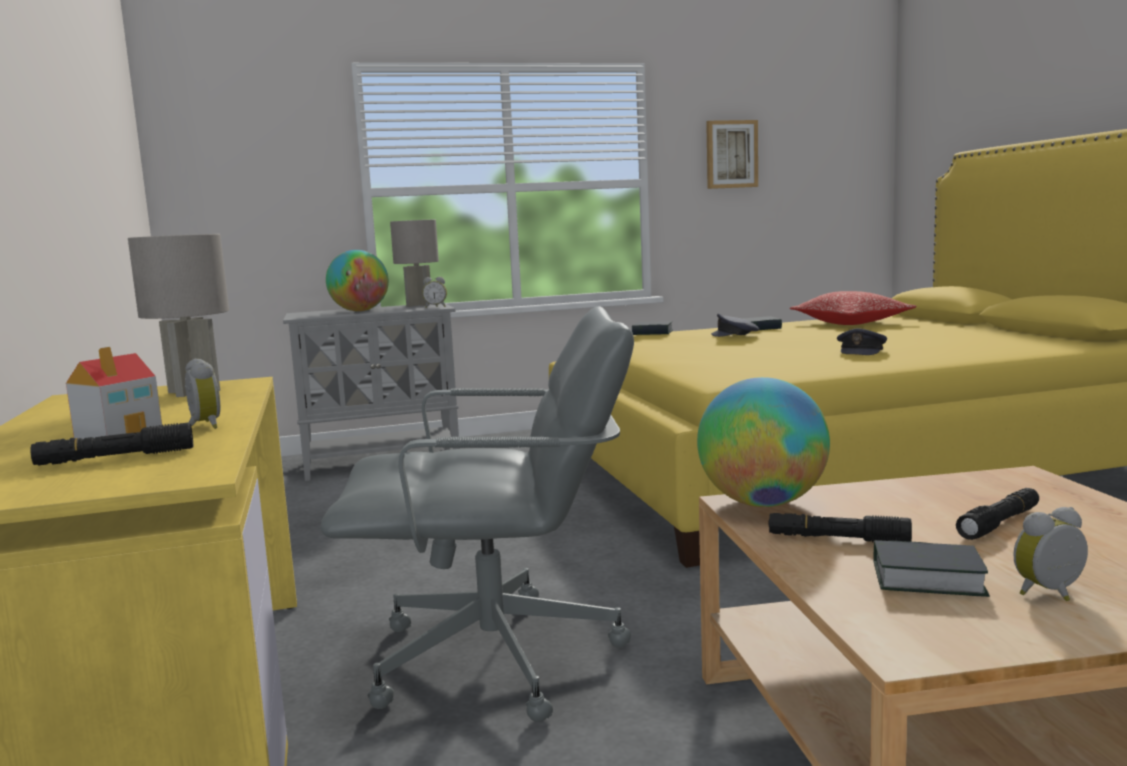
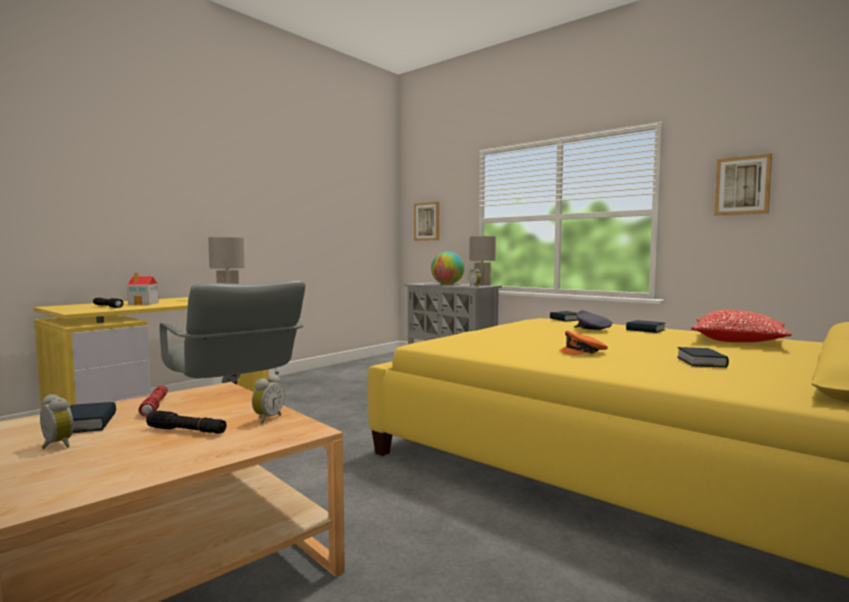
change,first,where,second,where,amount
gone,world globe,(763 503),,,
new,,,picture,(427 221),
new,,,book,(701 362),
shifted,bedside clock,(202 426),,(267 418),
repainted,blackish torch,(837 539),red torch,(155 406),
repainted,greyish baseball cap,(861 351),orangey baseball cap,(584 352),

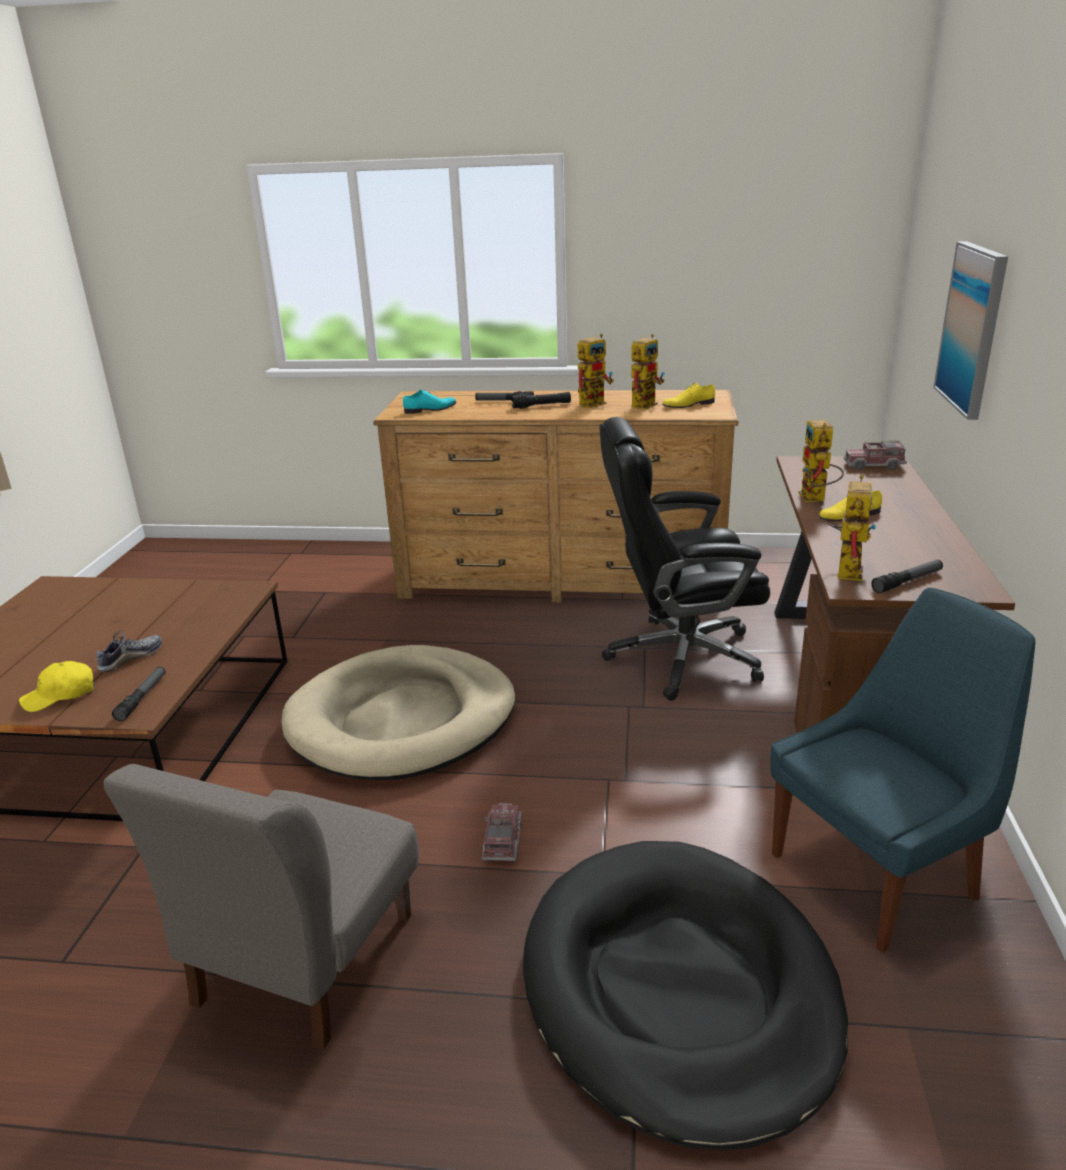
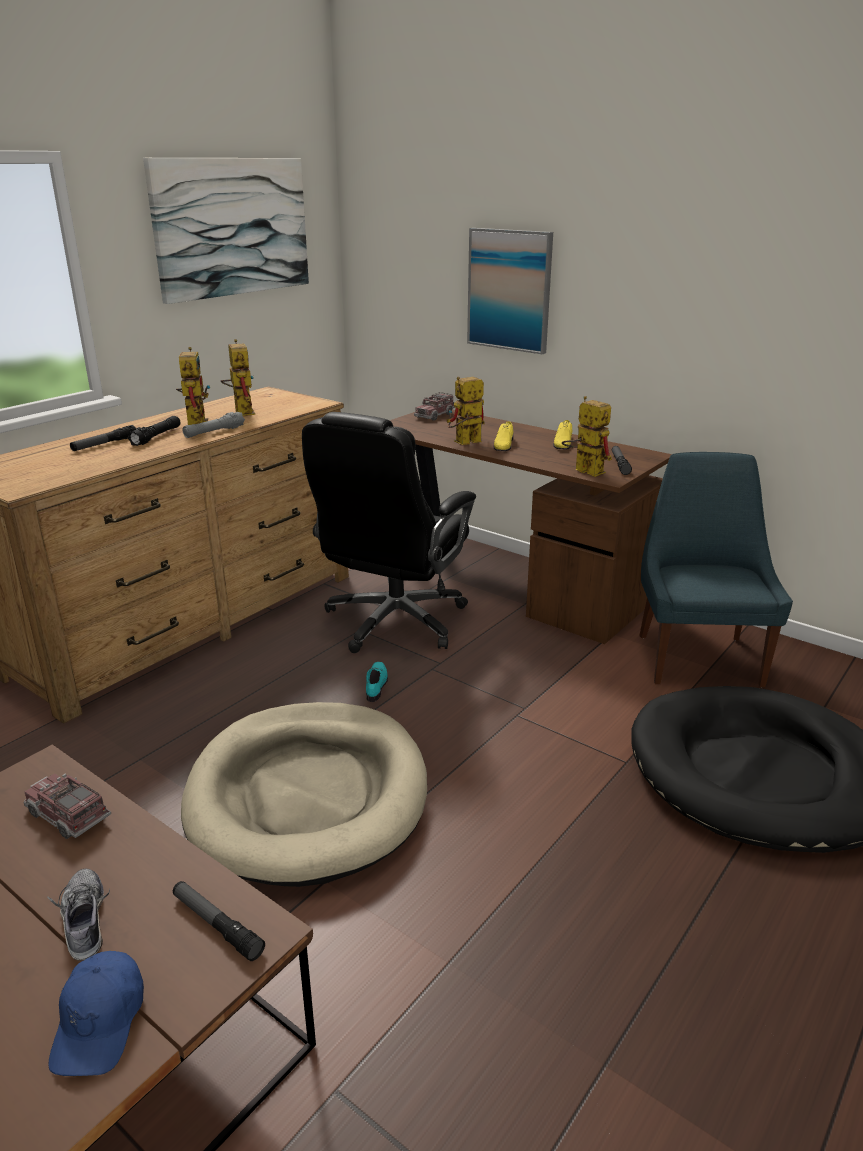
change,first,where,second,where,amount
gone,greyish upright chair,(303 959),,,
new,,,picture,(232 227),
new,,,greyish torch,(214 432),
shifted,blue-green shoe,(430 409),,(376 684),
shifted,toy truck,(502 841),,(68 815),
shifted,yellow-coloured shoe,(688 404),,(562 443),
repainted,yellow-coloured baseball cap,(60 695),blue baseball cap,(100 1022),
rotated,toy robot,(816 499),,(464 443),120 degrees clockwise

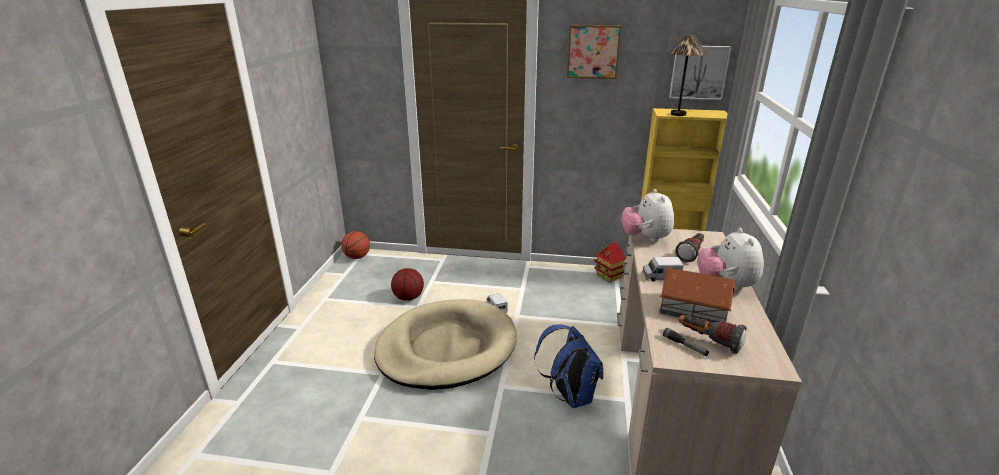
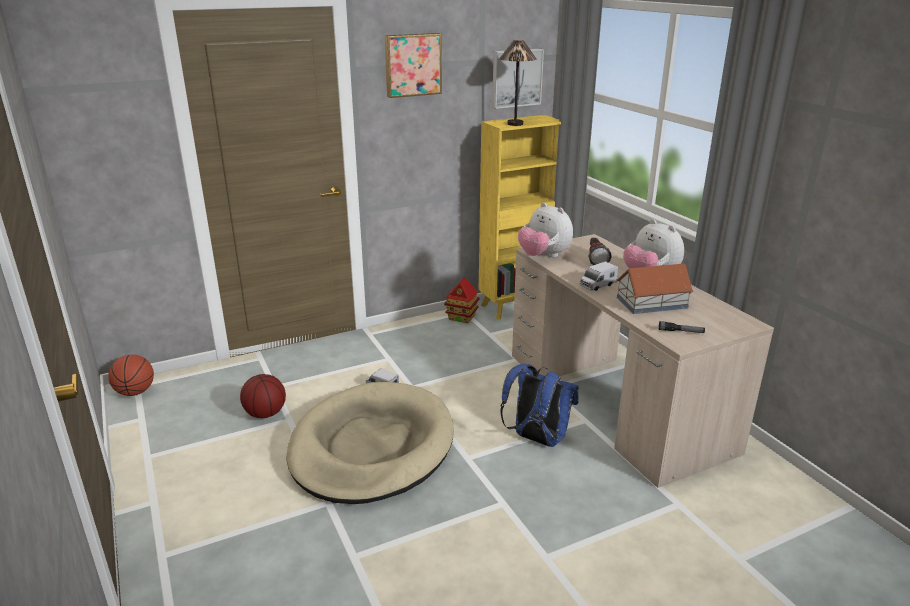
change,first,where,second,where,amount
gone,torch,(708 341),,,

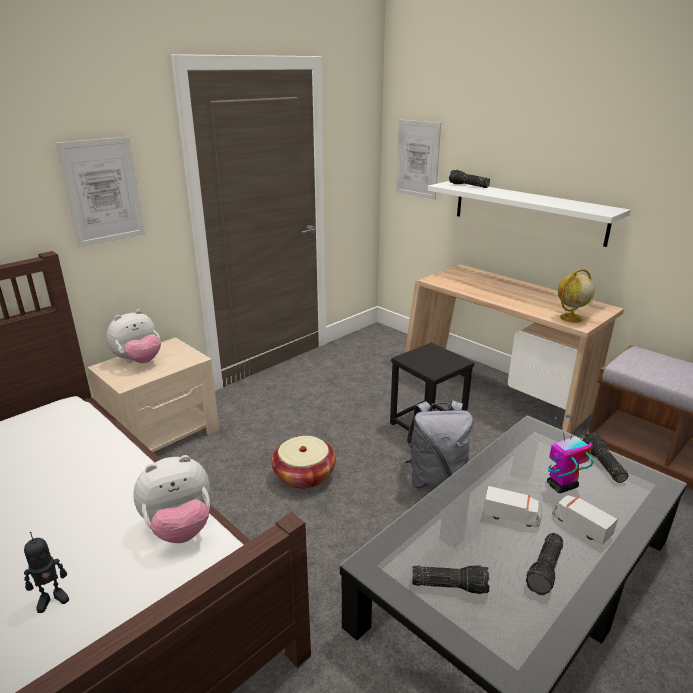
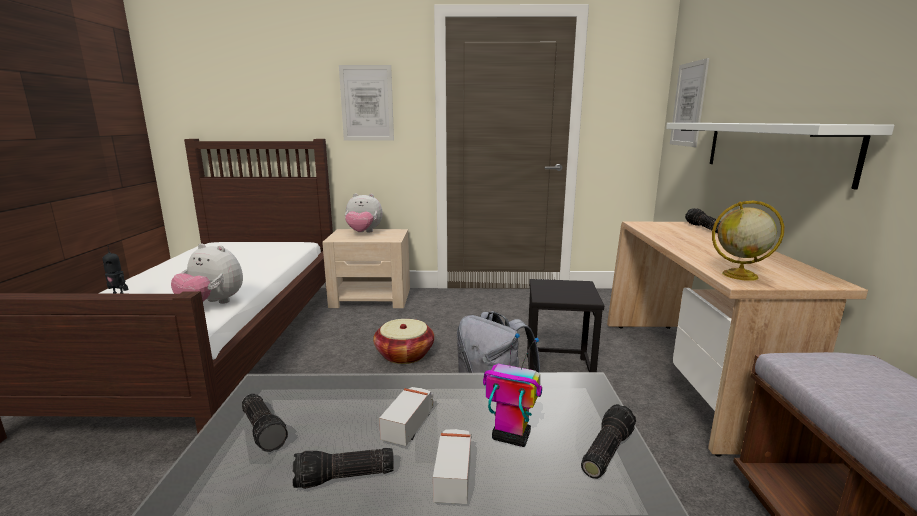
change,first,where,second,where,amount
shifted,torch,(468 185),,(704 228),
rotated,toy truck,(511 516),,(409 425),135 degrees counterclockwise

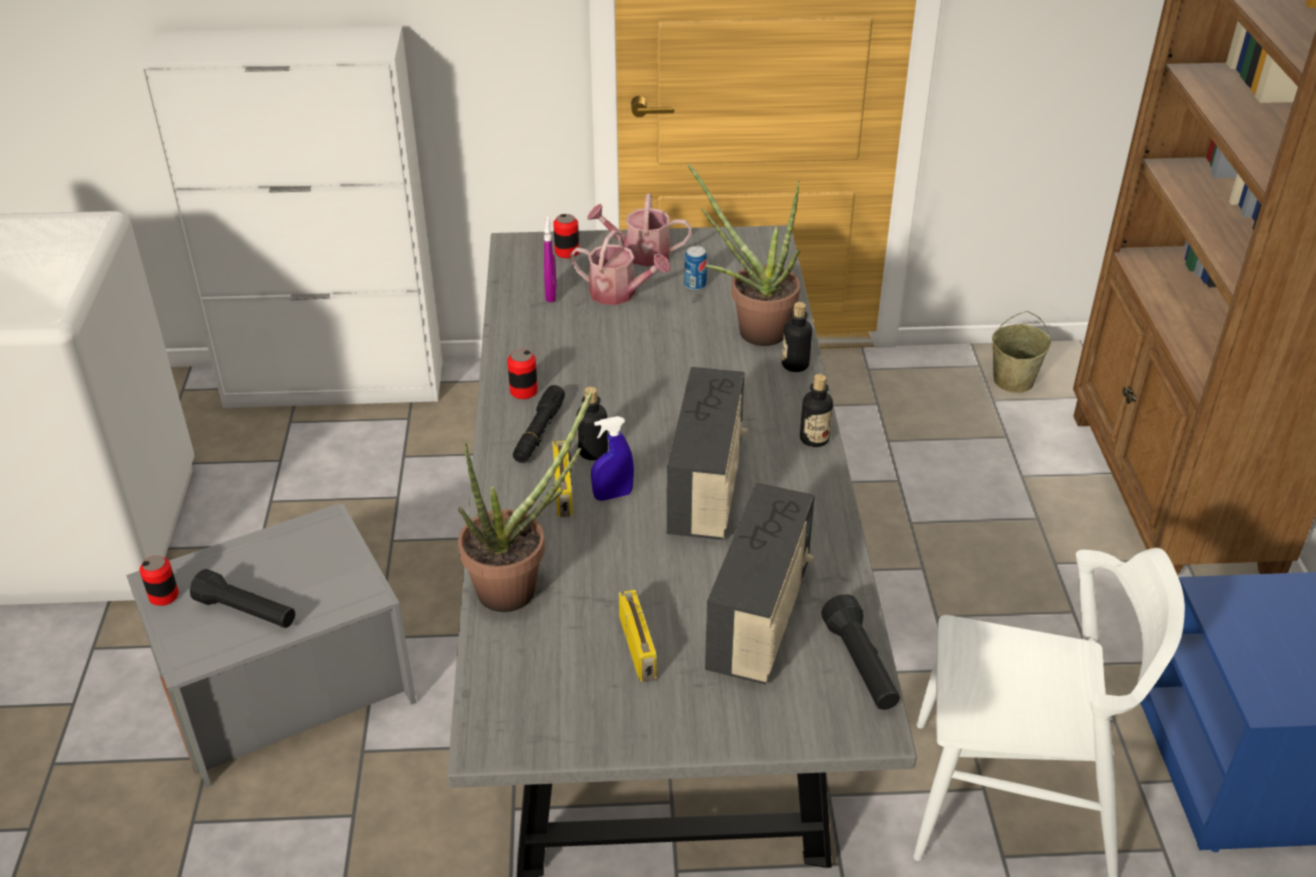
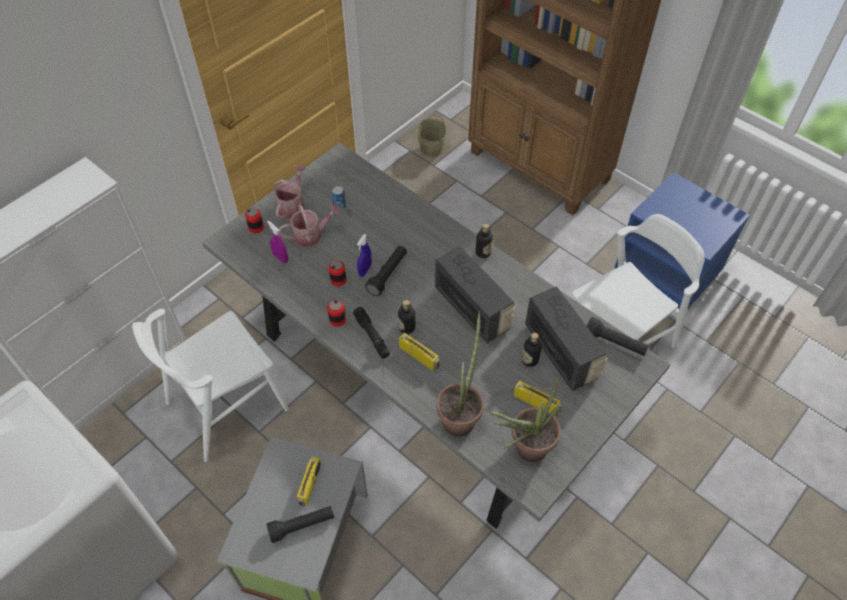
change,first,where,second,where,amount
new,,,whitish upright chair,(226 406),
new,,,radio receiver,(310 485),
new,,,blackish torch,(388 274),
shifted,can,(164 596),,(338 280),
shifted,blue sprayer,(613 495),,(365 270),
shifted,houseplant,(752 330),,(524 450),
shifted,drink bottle,(795 365),,(529 360),
rotated,watering can,(640 254),,(292 205),150 degrees clockwise

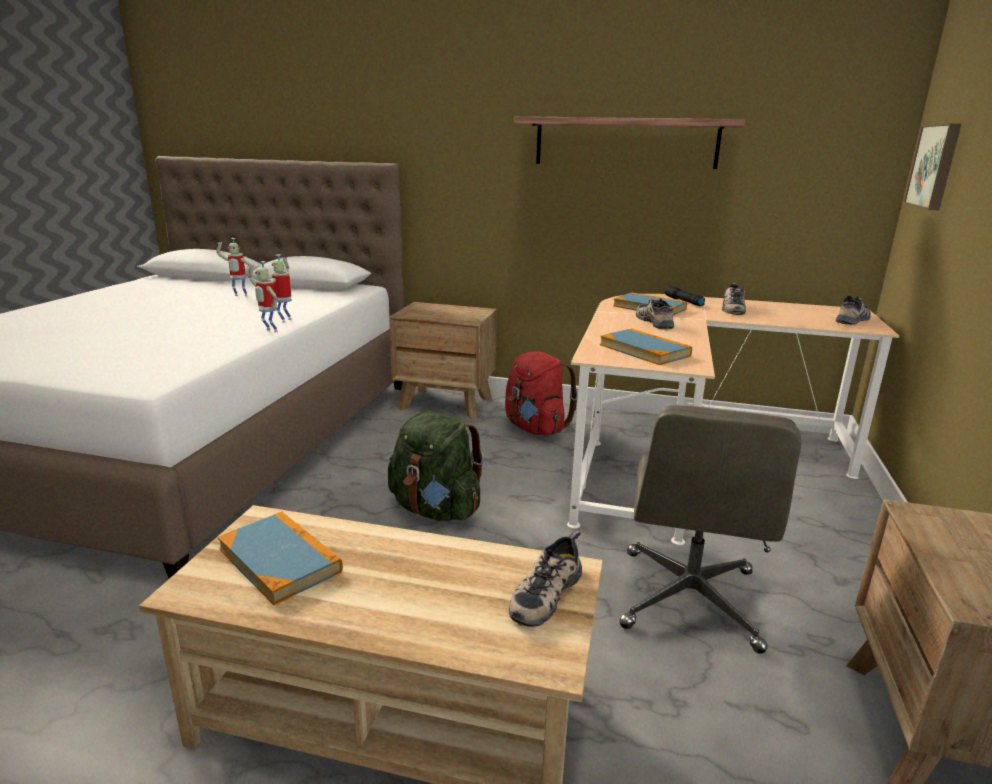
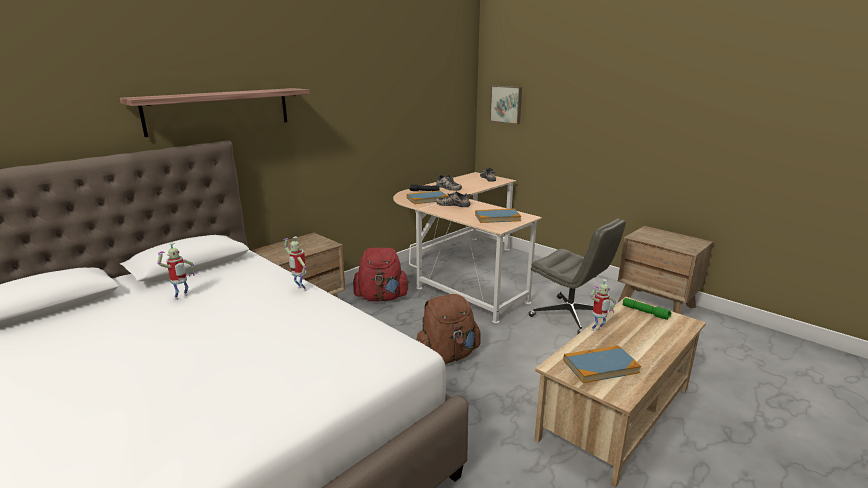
change,first,where,second,where,amount
shifted,toy robot,(269 331),,(597 330),
shifted,wall shelf,(625 142),,(219 110),
swapped,shoe,(544 592),green torch,(646 312),
repainted,green backpack,(436 510),brown backpack,(447 356),

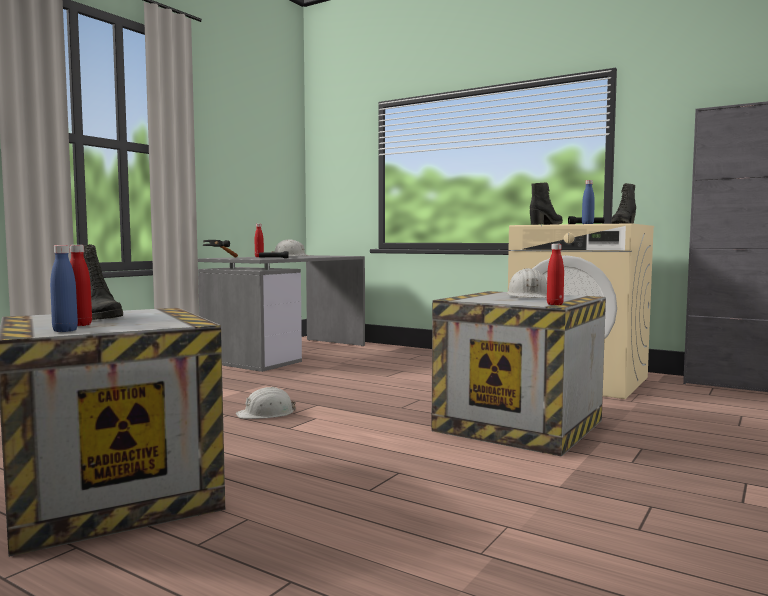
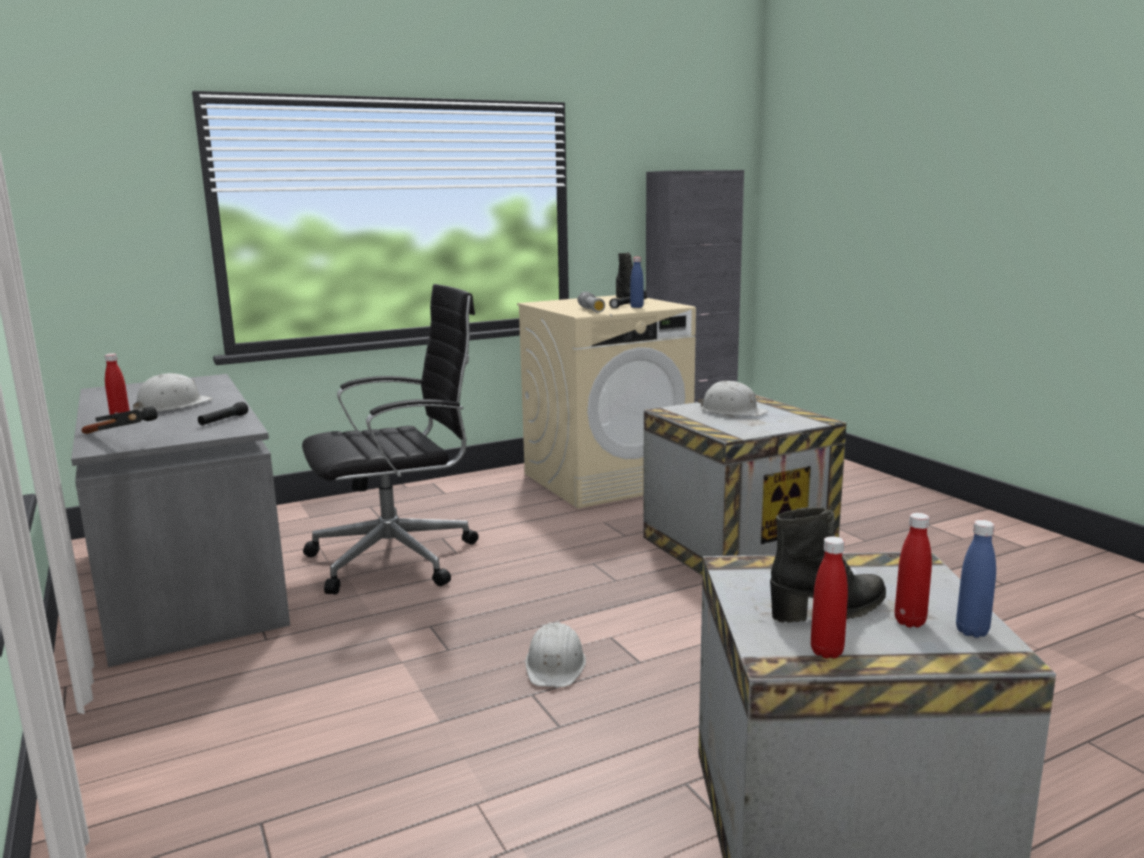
change,first,where,second,where,amount
new,,,blackish computer chair,(398 558),
shifted,red drink bottle,(554 304),,(826 652),
swapped,blackish high-top boot,(547 224),greyish torch,(591 310),

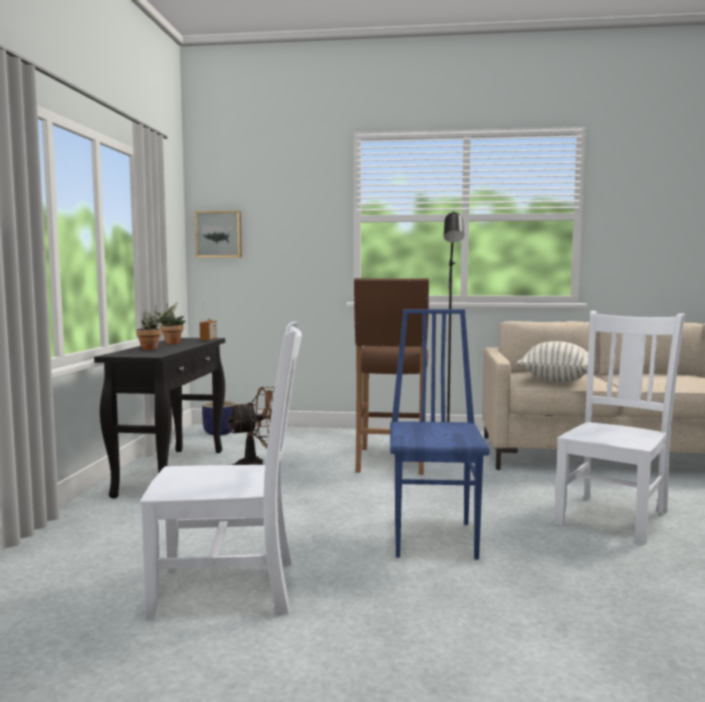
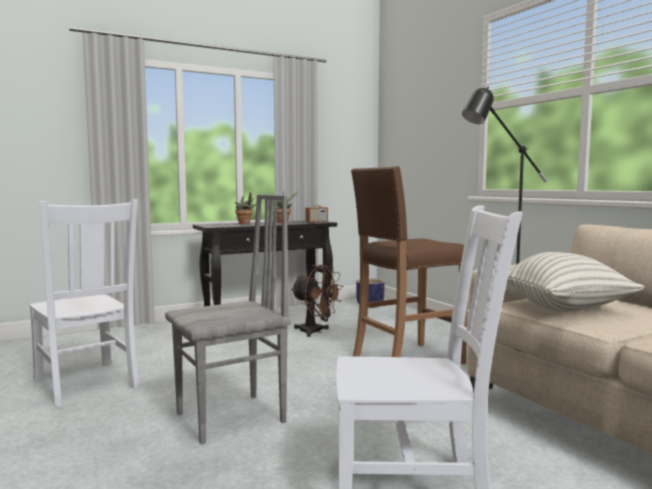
change,first,where,second,where,amount
gone,picture,(219 234),,,
repainted,blue upright chair,(436 538),greyish upright chair,(232 418),

